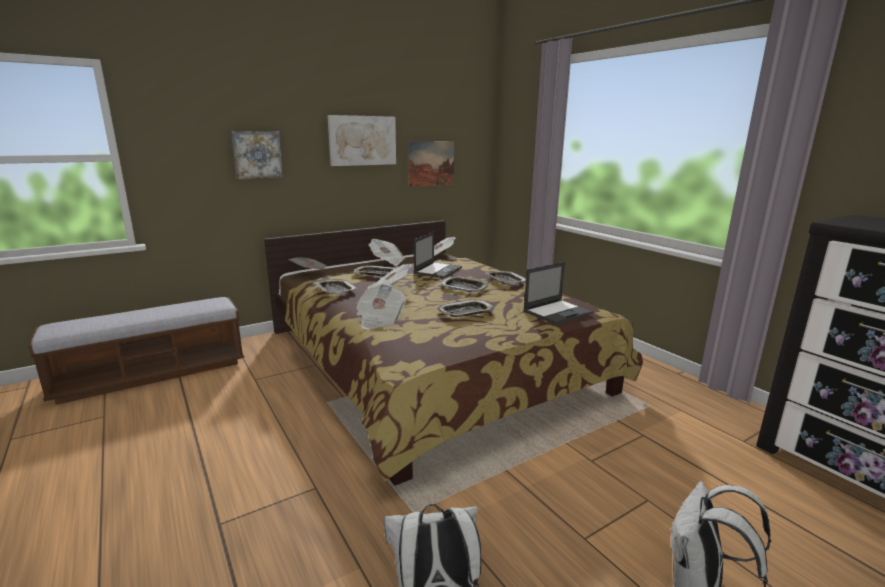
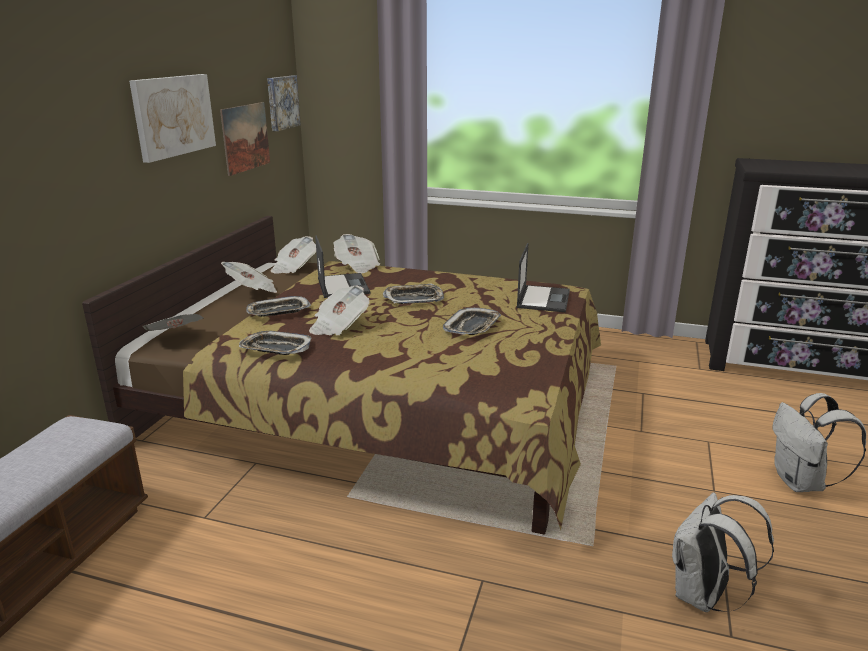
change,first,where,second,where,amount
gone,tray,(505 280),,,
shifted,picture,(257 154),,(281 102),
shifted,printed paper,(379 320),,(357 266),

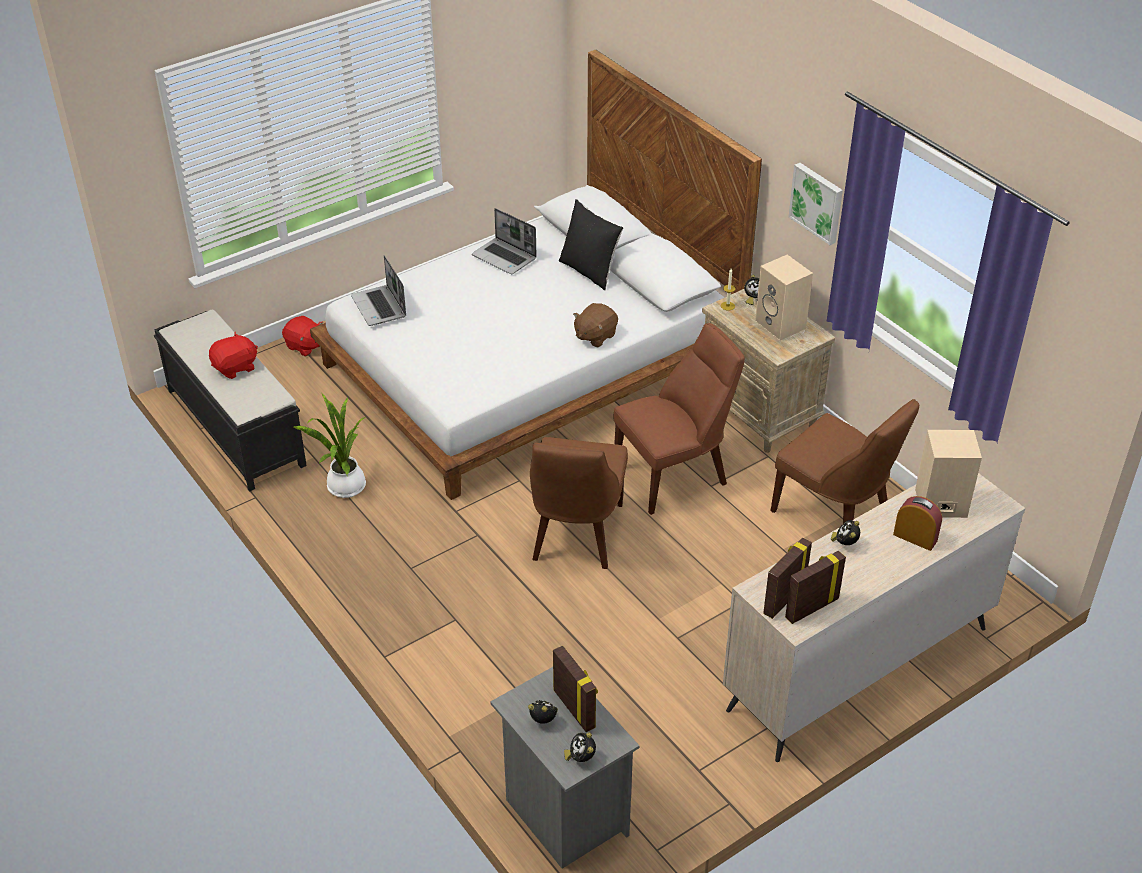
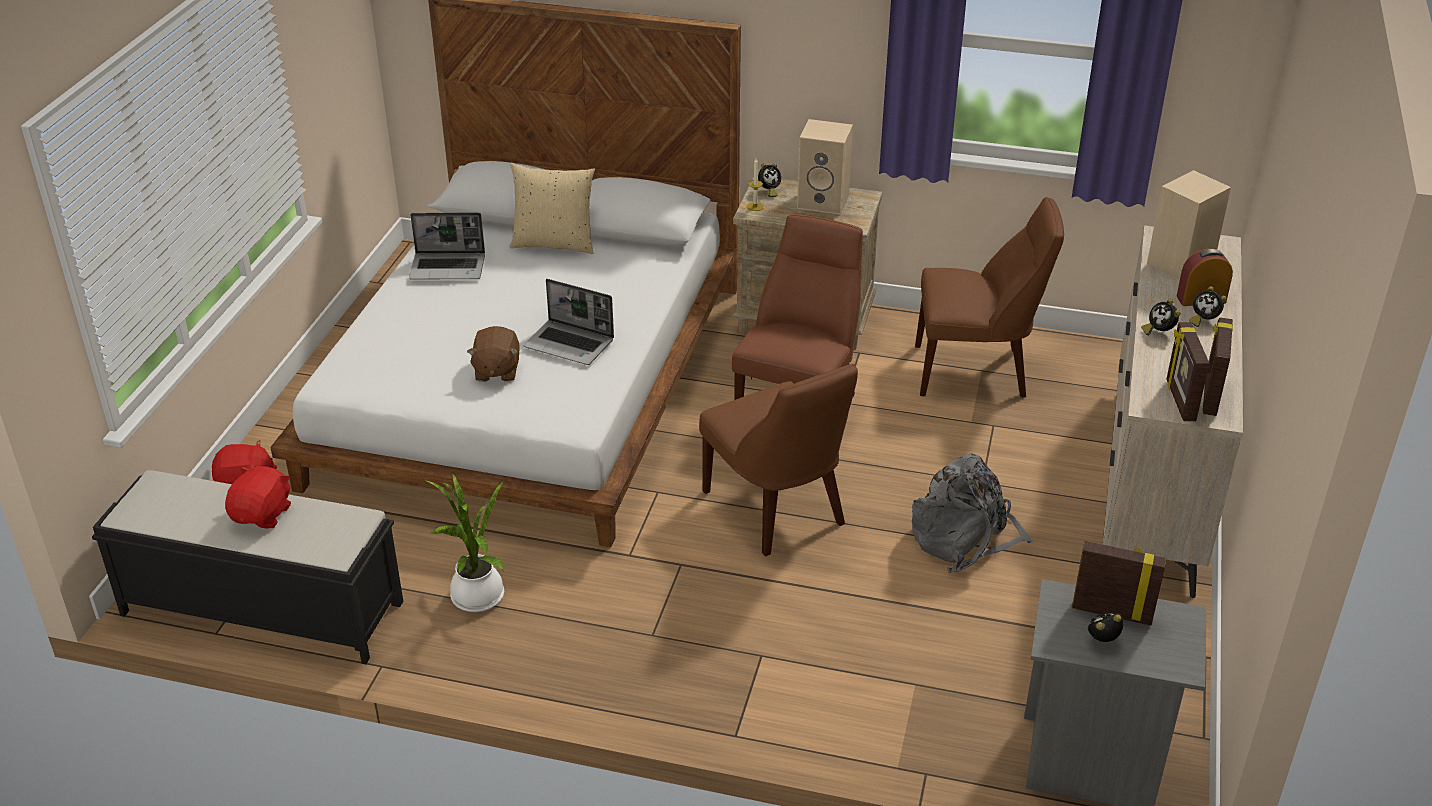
change,first,where,second,where,amount
gone,picture,(817 202),,,
new,,,greyish backpack,(965 538),
shifted,notebook computer,(380 307),,(570 344),
shifted,bedside clock,(581 757),,(1203 320),
shifted,brown soft toy,(595 336),,(496 371),
repainted,blackish cushion,(590 271),beige-coloured cushion,(554 244),

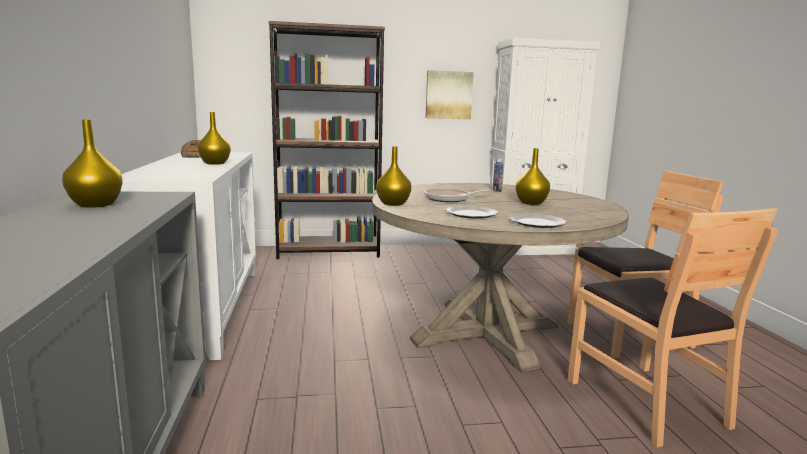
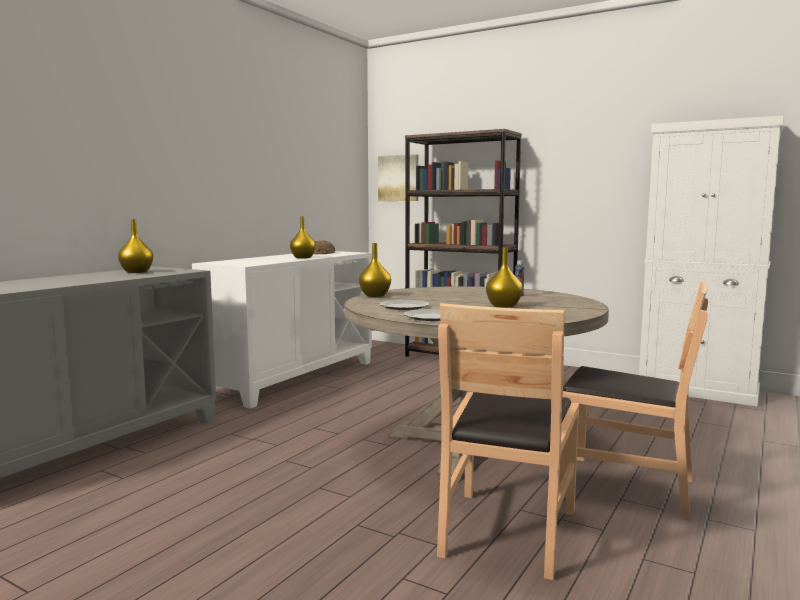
change,first,where,second,where,amount
gone,skillet,(449 199),,,
shifted,picture,(448 95),,(398 178),

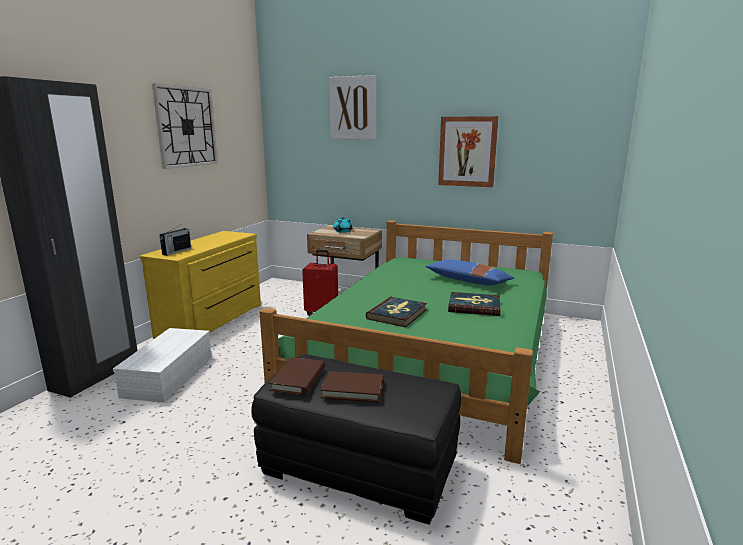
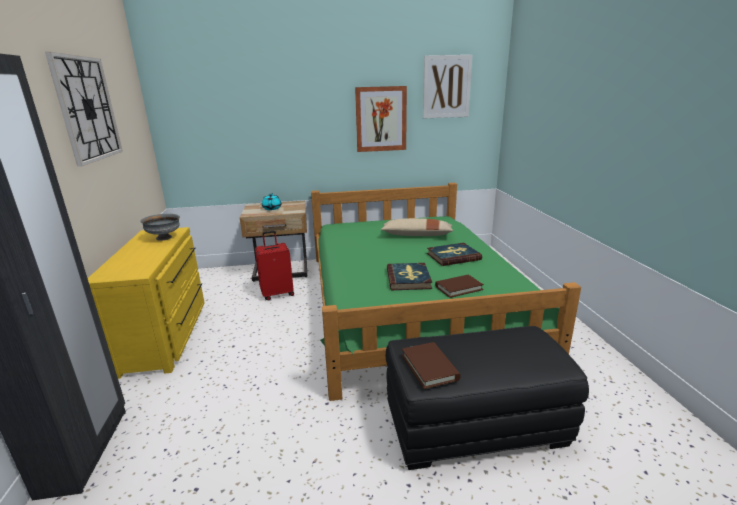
change,first,where,second,where,amount
gone,whitish storage bin,(168 375),,,
gone,radio receiver,(176 252),,,
new,,,greyish bowl,(164 238),
shifted,brown book,(353 389),,(458 288),
shifted,picture,(353 108),,(446 87),
repainted,blue cushion,(468 281),beige-coloured cushion,(417 235),

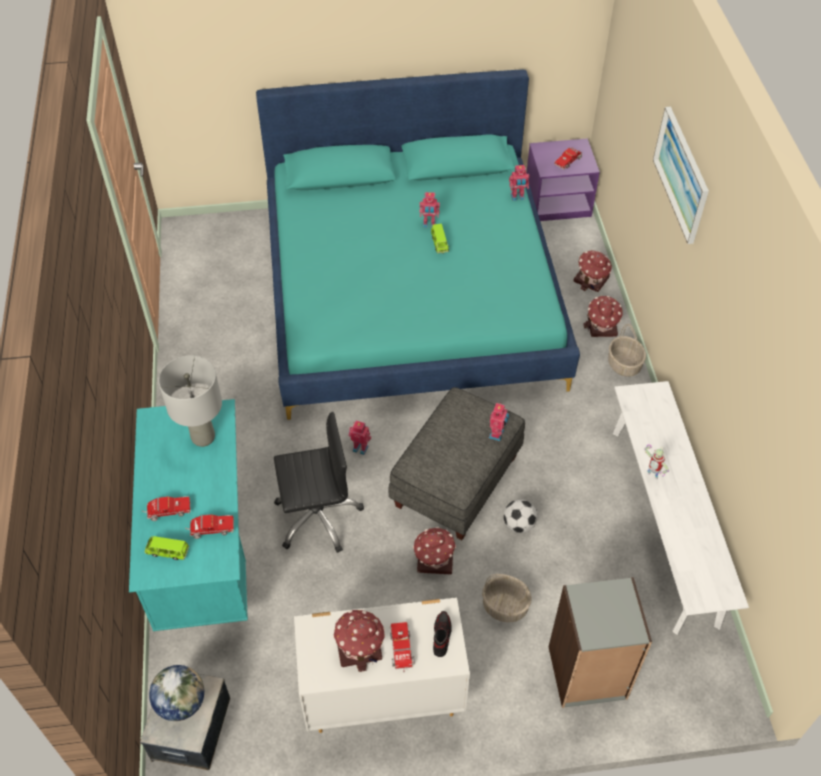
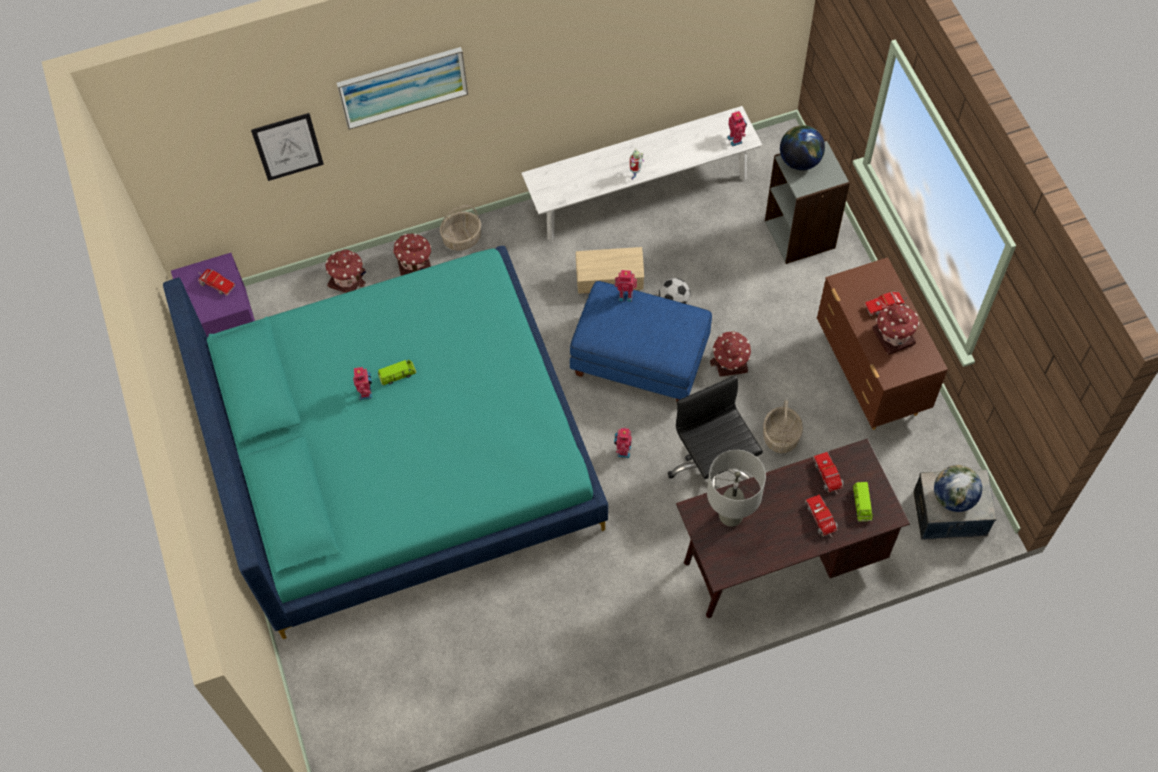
change,first,where,second,where,amount
gone,shoe,(441 636),,,
new,,,picture,(288 146),
new,,,beige-coloured storage bin,(610 279),
new,,,world globe,(800 160),
shifted,household basket,(504 606),,(781 437),
shifted,toy robot,(517 197),,(736 139),
repainted,blue-green desk,(204 551),brown desk,(780 560),
repainted,whitish drawer chest,(381 695),brown drawer chest,(870 376),
repainted,greyish ottoman,(457 482),blue ottoman,(641 359),

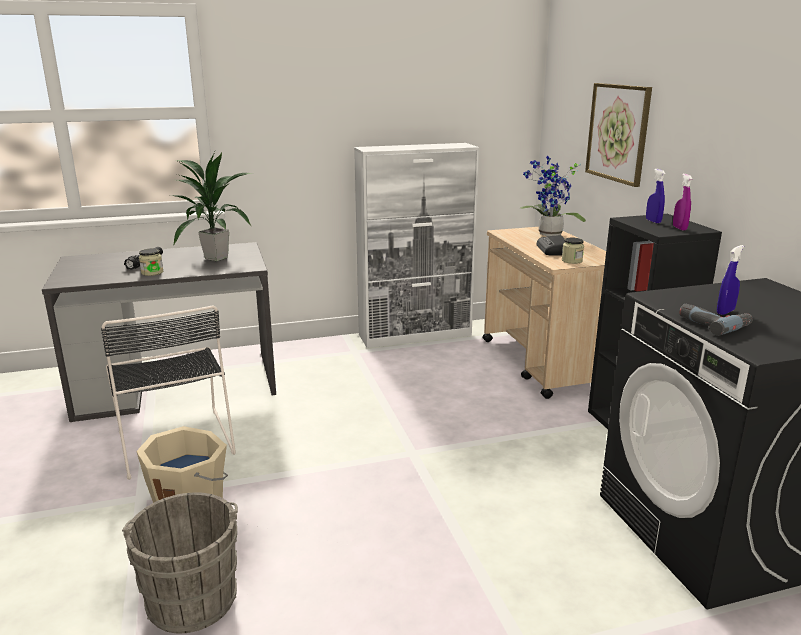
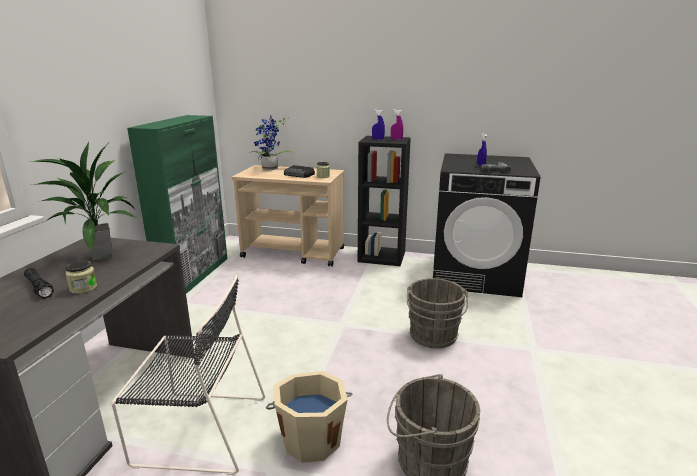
change,first,where,second,where,amount
gone,picture,(618 133),,,
new,,,greyish pail,(433 337),
repainted,whitish cupboard,(415 335),green cupboard,(194 274),

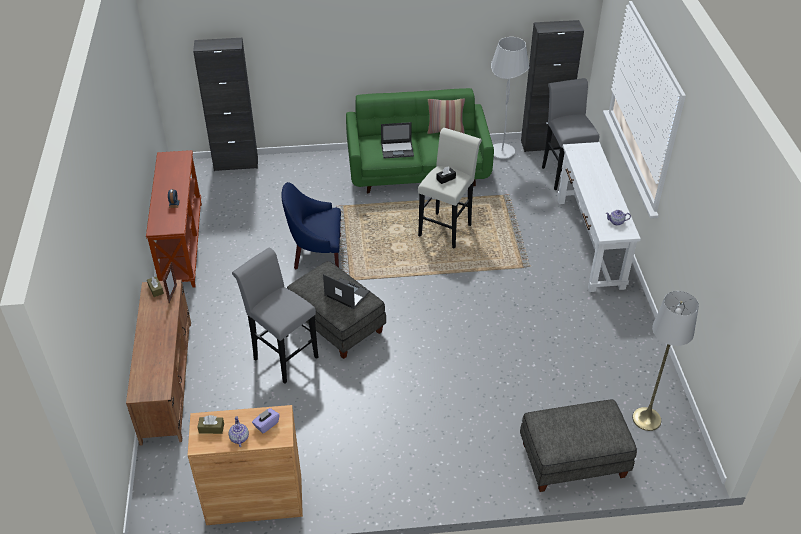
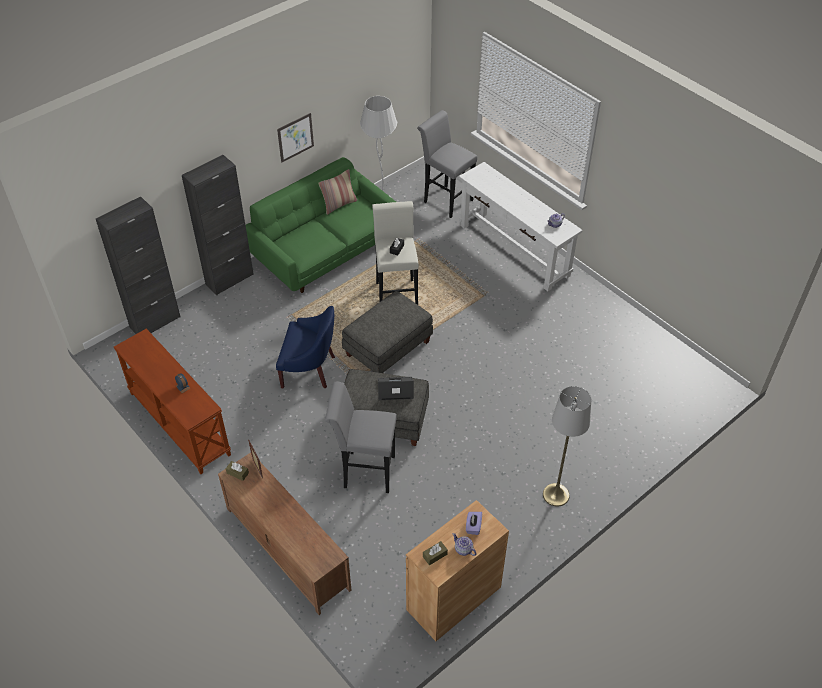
change,first,where,second,where,amount
gone,notebook computer,(397 150),,,
new,,,picture,(295 137),
shifted,greyish ottoman,(572 461),,(388 349),
shifted,blackish cupboard,(543 145),,(229 279),
shifted,greyish standing lamp,(646 419),,(556 495),
rotated,blue easy chair,(316 254),,(310 369),135 degrees counterclockwise

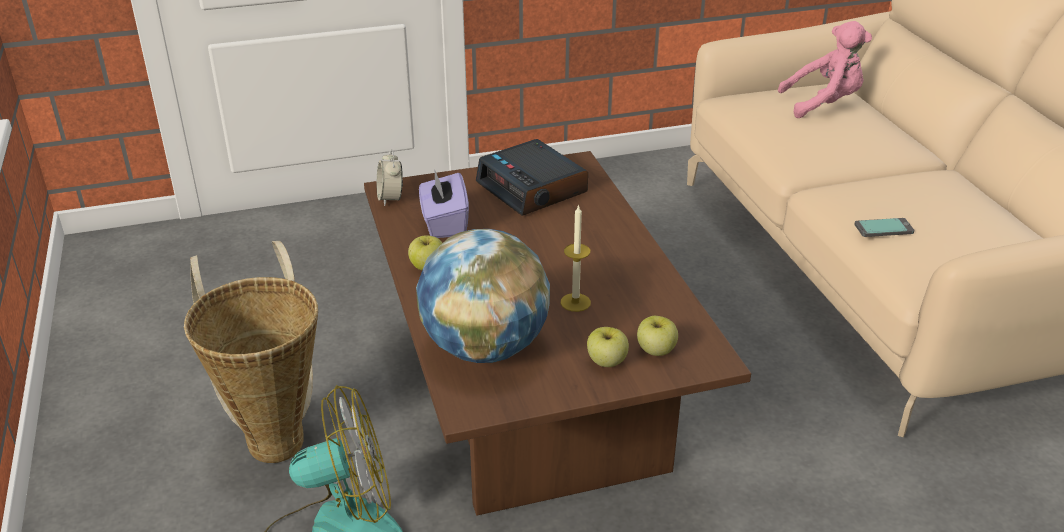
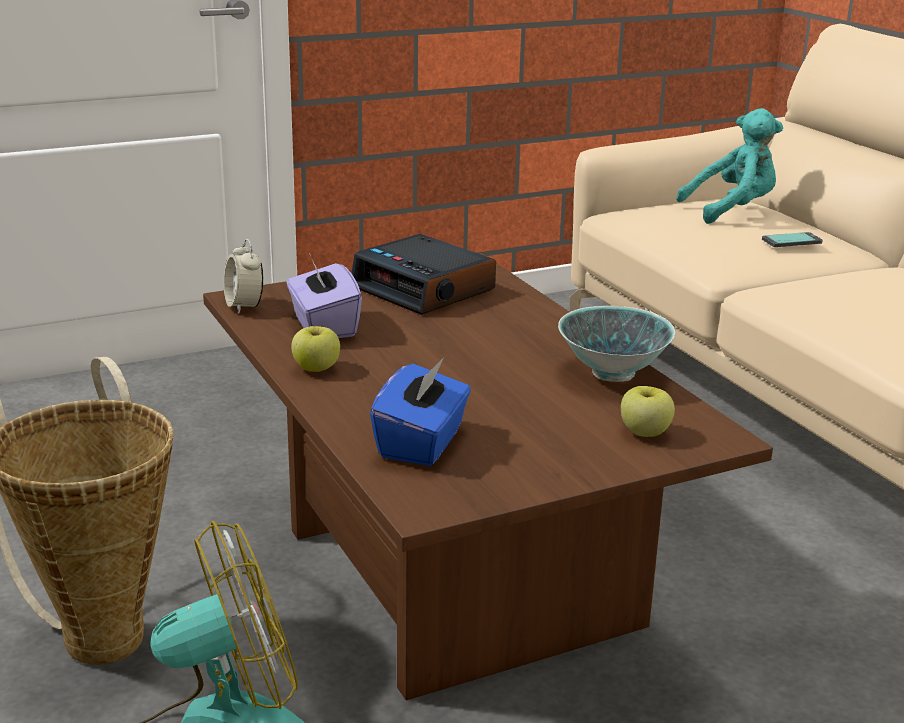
change,first,where,second,where,amount
gone,candle,(575 302),,,
gone,apple fruit,(606 362),,,
new,,,bowl,(612 373),
shifted,telephone,(883 228),,(791 241),
swapped,world globe,(484 347),blue tissue box,(422 443),
repainted,pink-coloured soft toy,(824 104),blue-green soft toy,(732 210),

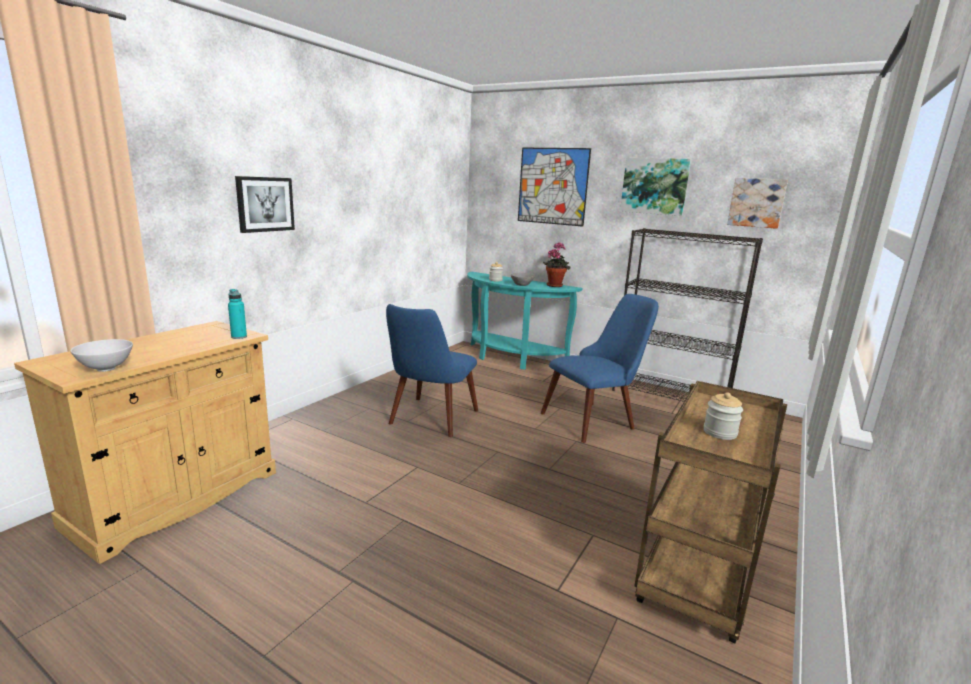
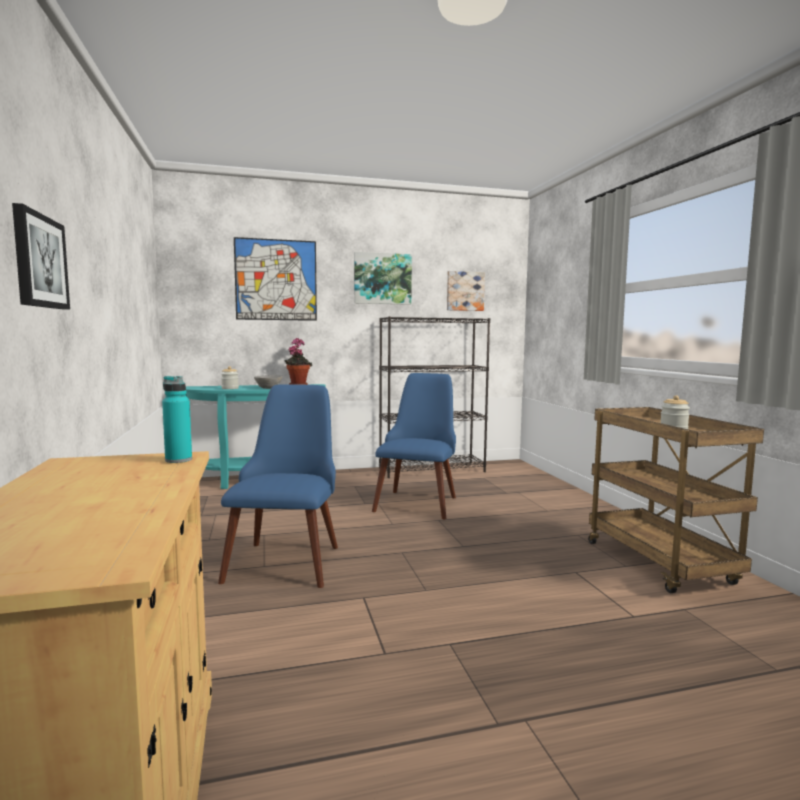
change,first,where,second,where,amount
gone,whitish bowl,(106 368),,,
rotated,blue upright chair,(429 421),,(288 556),150 degrees counterclockwise

